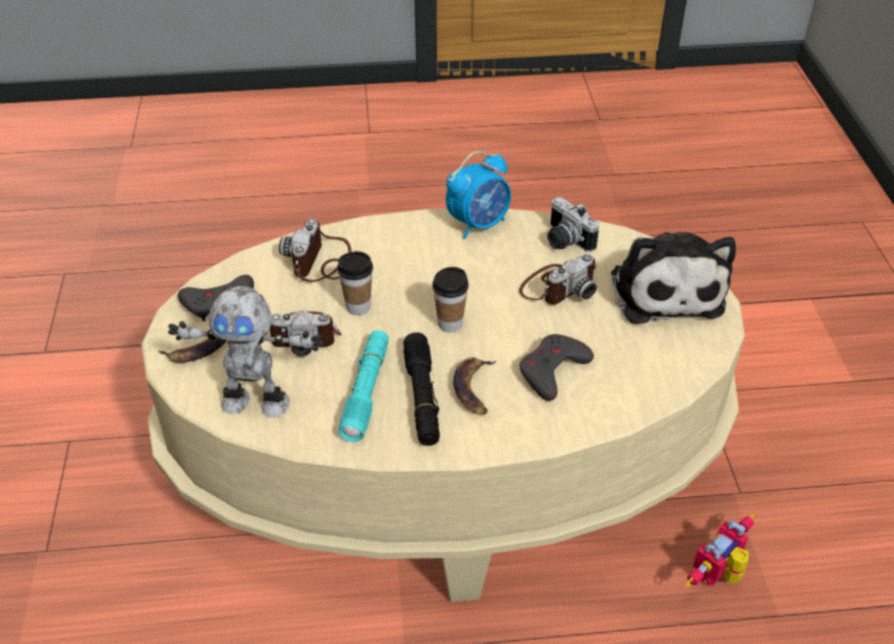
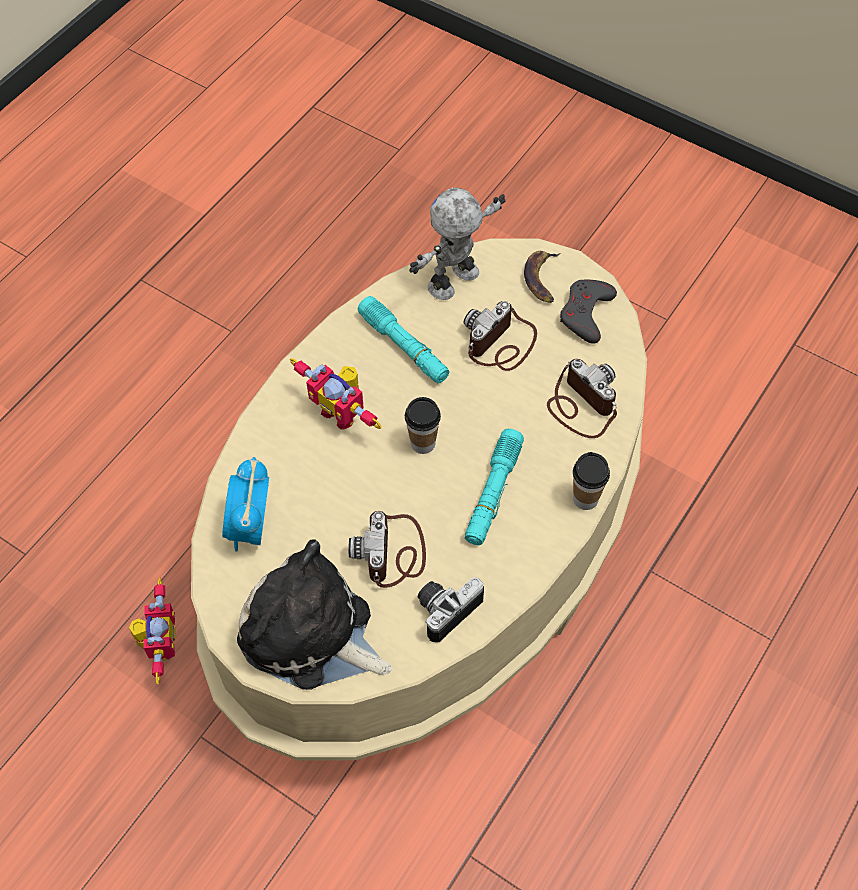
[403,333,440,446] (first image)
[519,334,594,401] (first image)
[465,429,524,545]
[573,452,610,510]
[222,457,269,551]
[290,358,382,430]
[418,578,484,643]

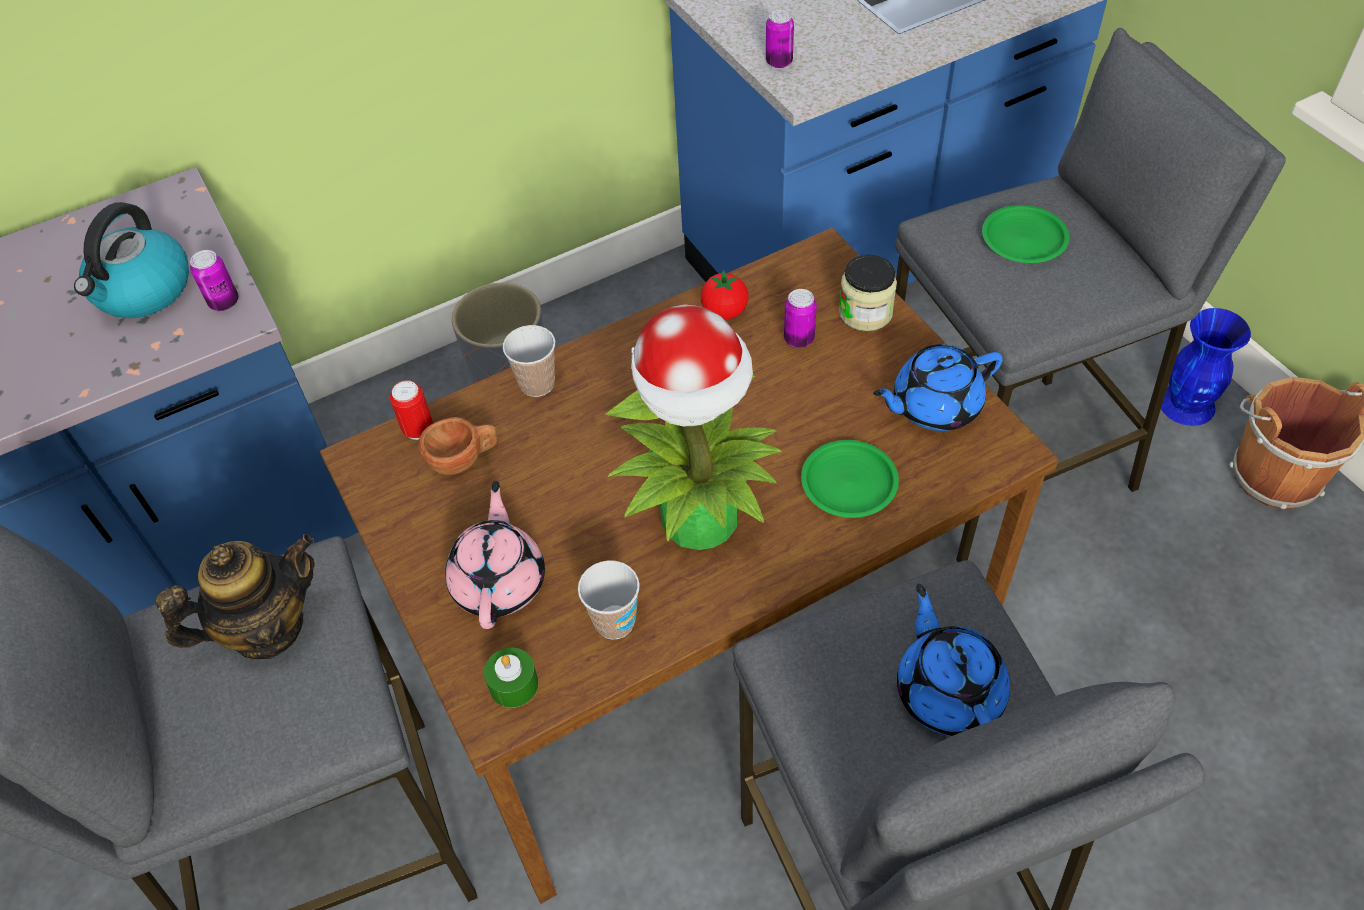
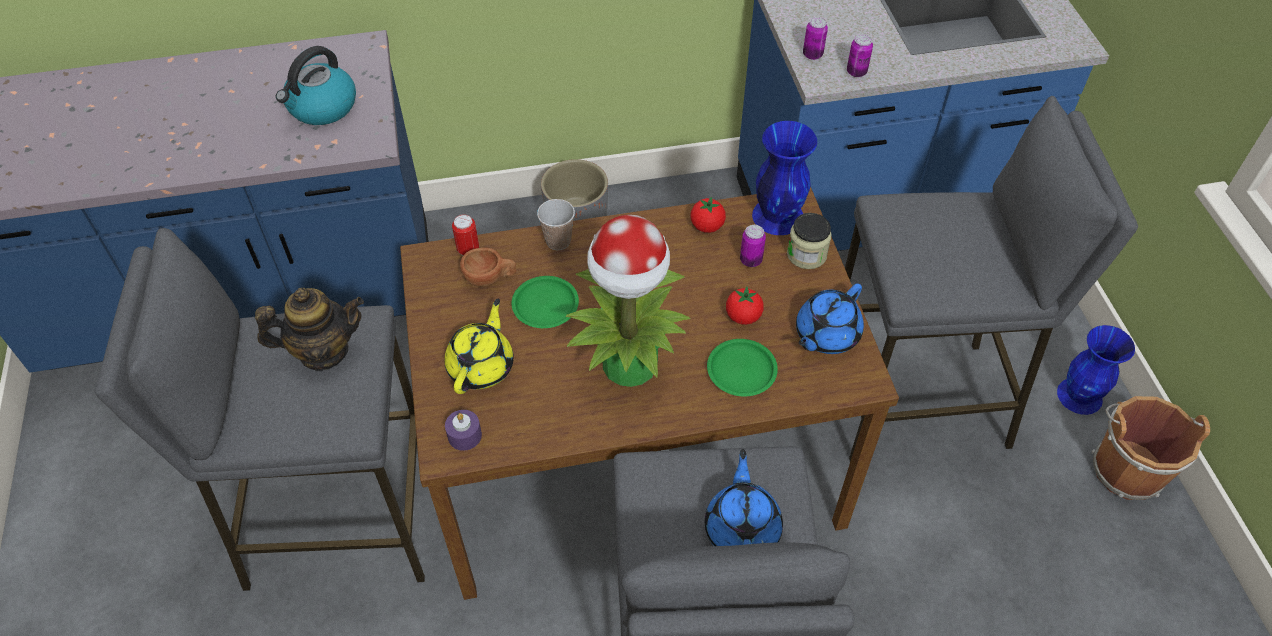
[578,561,640,639] (first image)
[726,287,764,325]
[752,121,817,235]
[847,34,873,77]
[511,276,579,328]
[444,298,514,394]
[445,410,482,451]
[796,283,864,354]

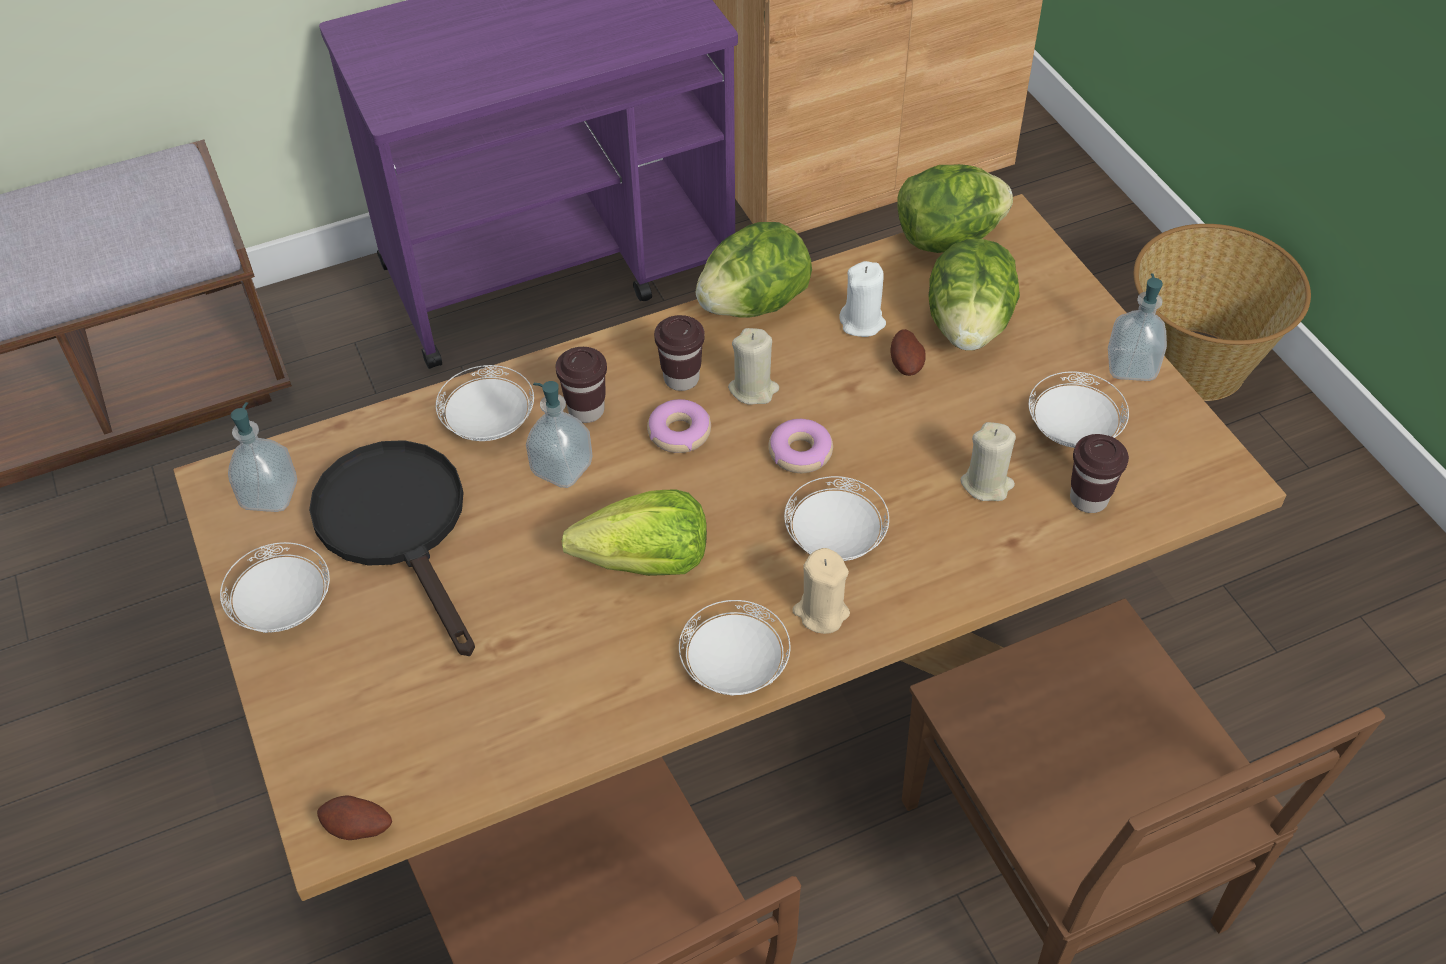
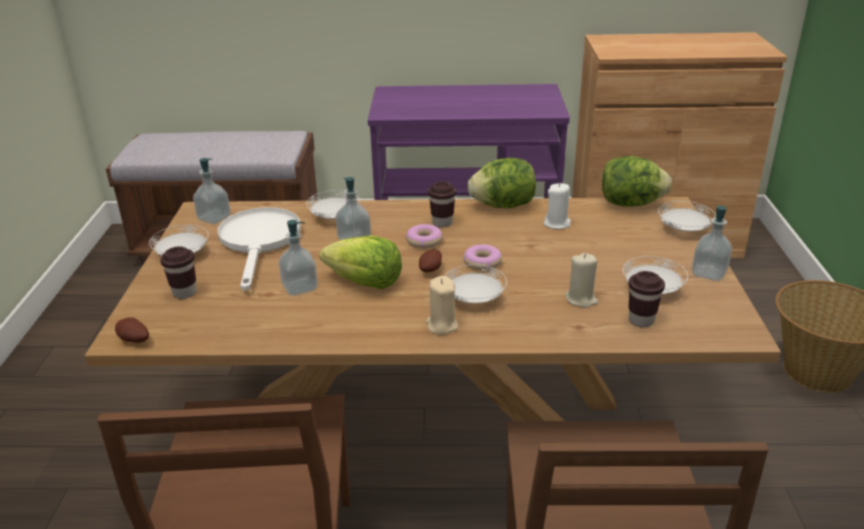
[728,328,779,405] (first image)
[928,239,1020,351] (first image)
[279,220,318,296]
[160,246,197,299]
[658,201,716,232]
[419,249,442,273]
[218,207,301,291]

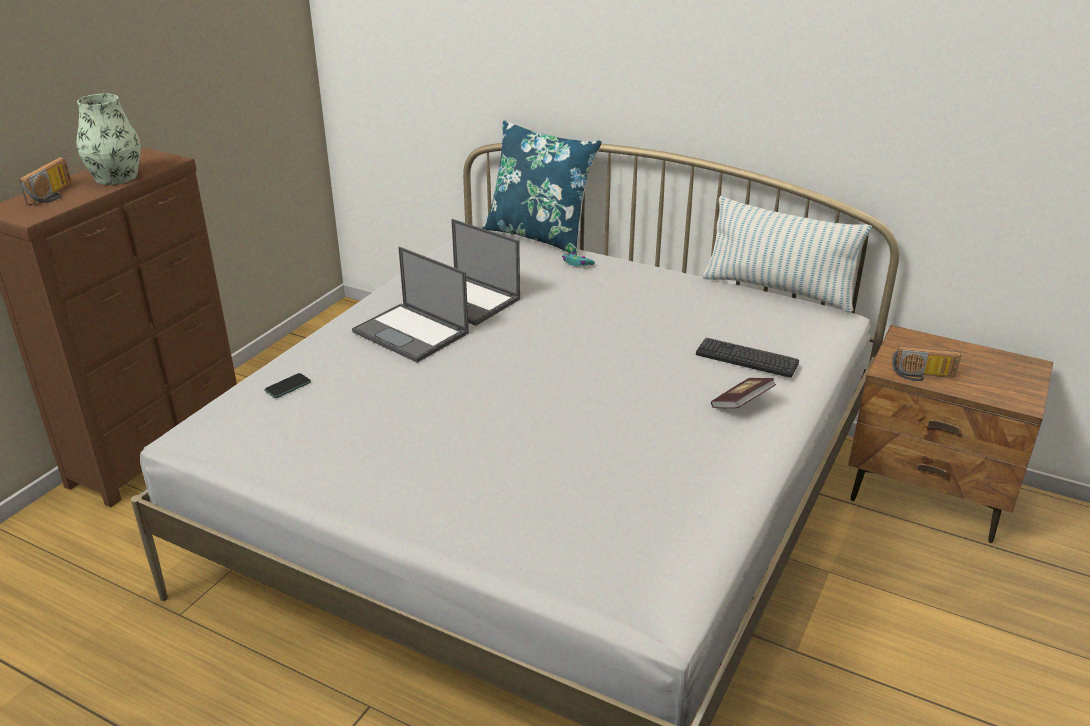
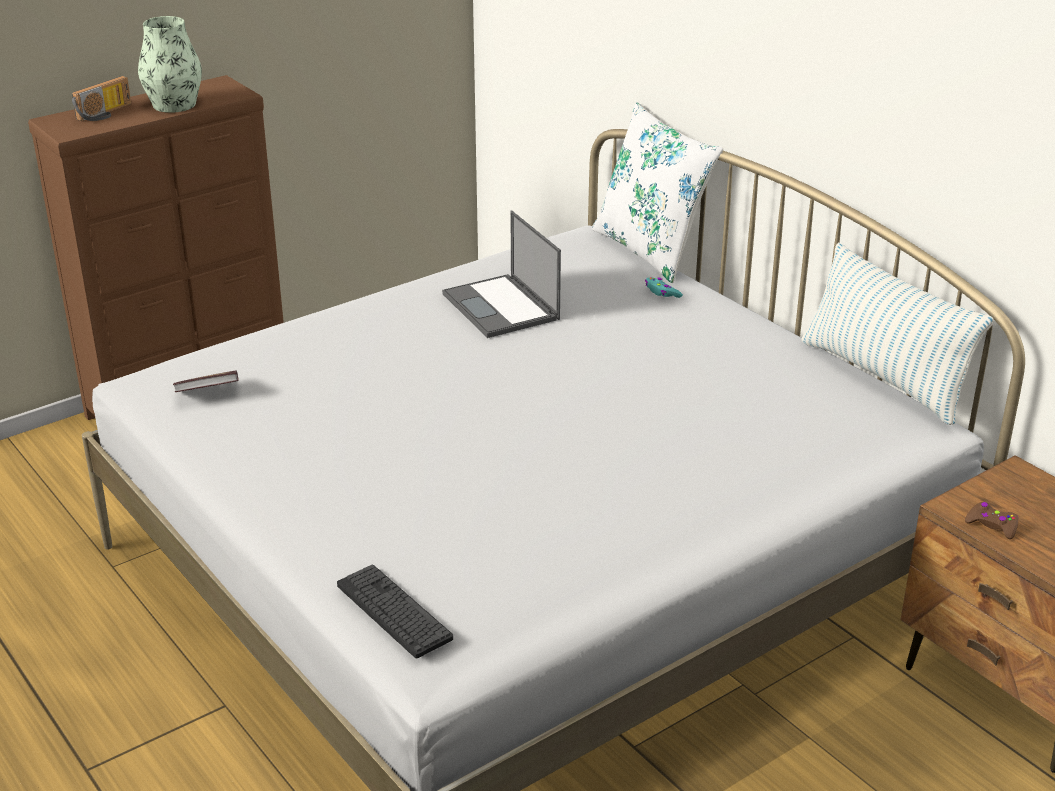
[264,373,311,398] (first image)
[352,247,469,363] (first image)
[337,565,453,658]
[173,370,239,392]
[965,502,1018,539]
[592,102,723,283]

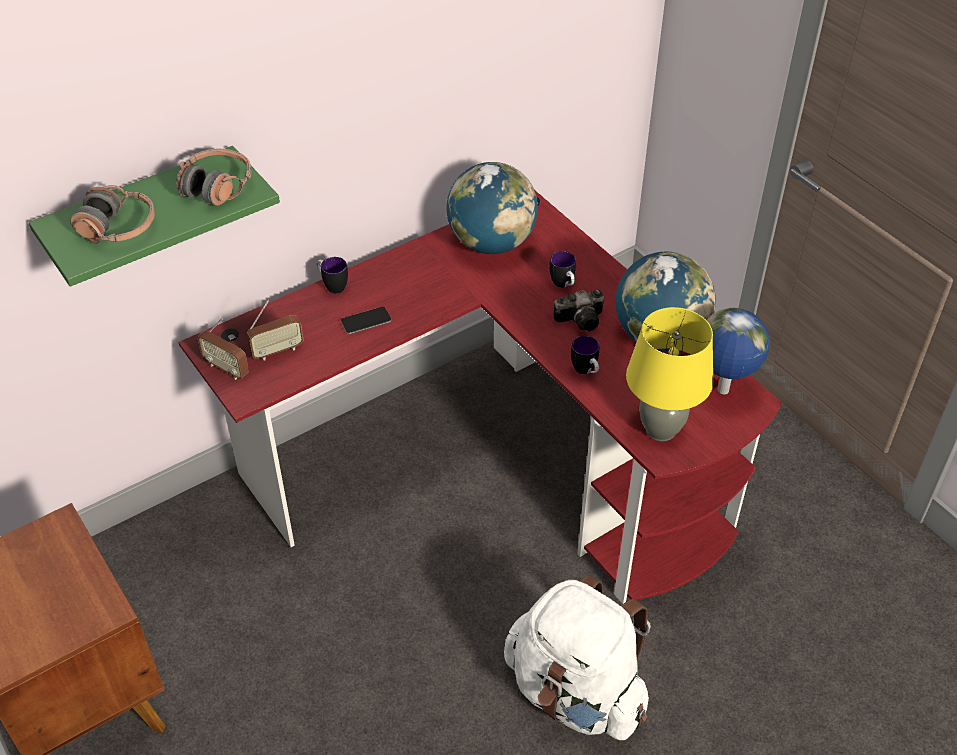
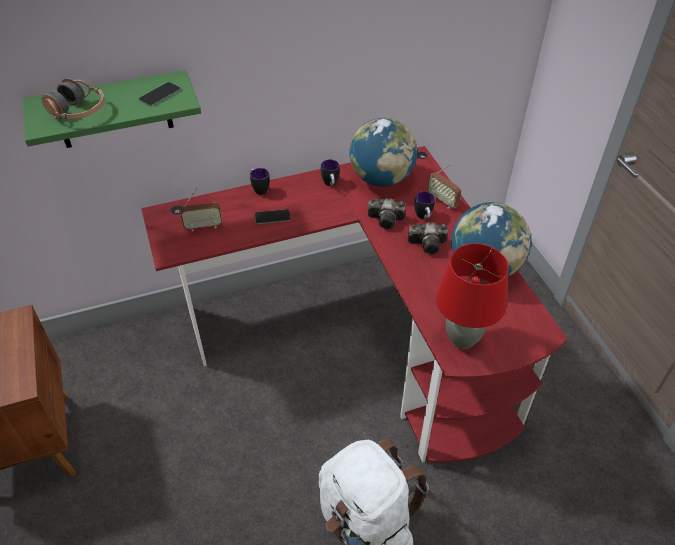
[707,308,770,395] (first image)
[368,198,406,229]
[427,163,461,209]
[321,160,340,186]
[139,82,181,106]
[436,243,509,350]

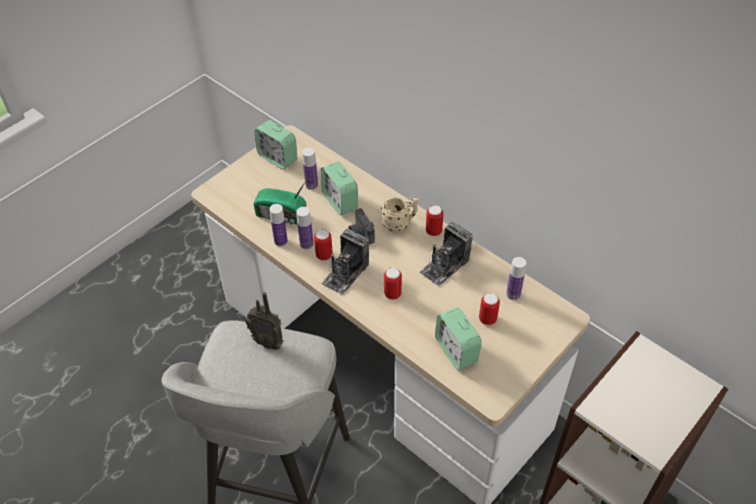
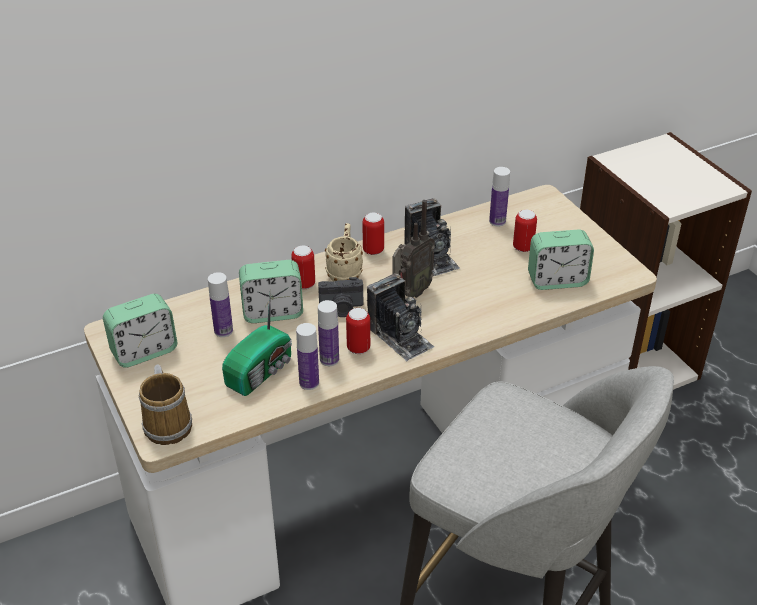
[139,364,192,445]
[392,200,435,298]
[291,246,315,289]

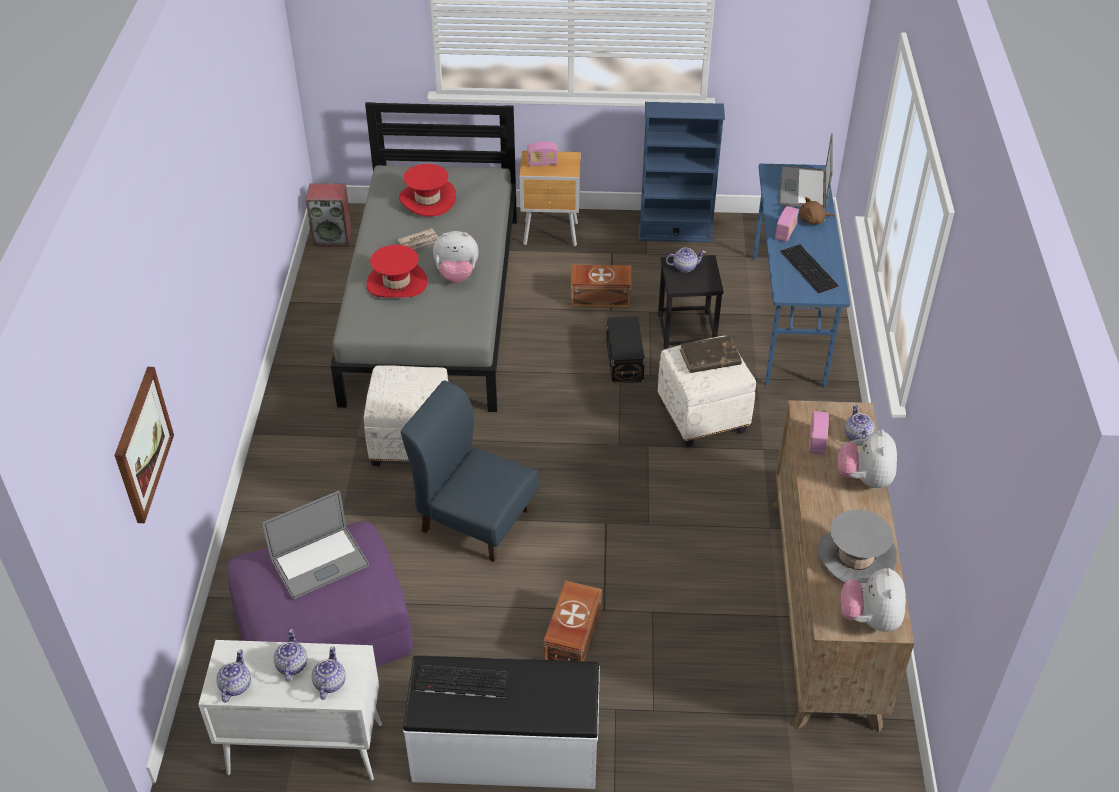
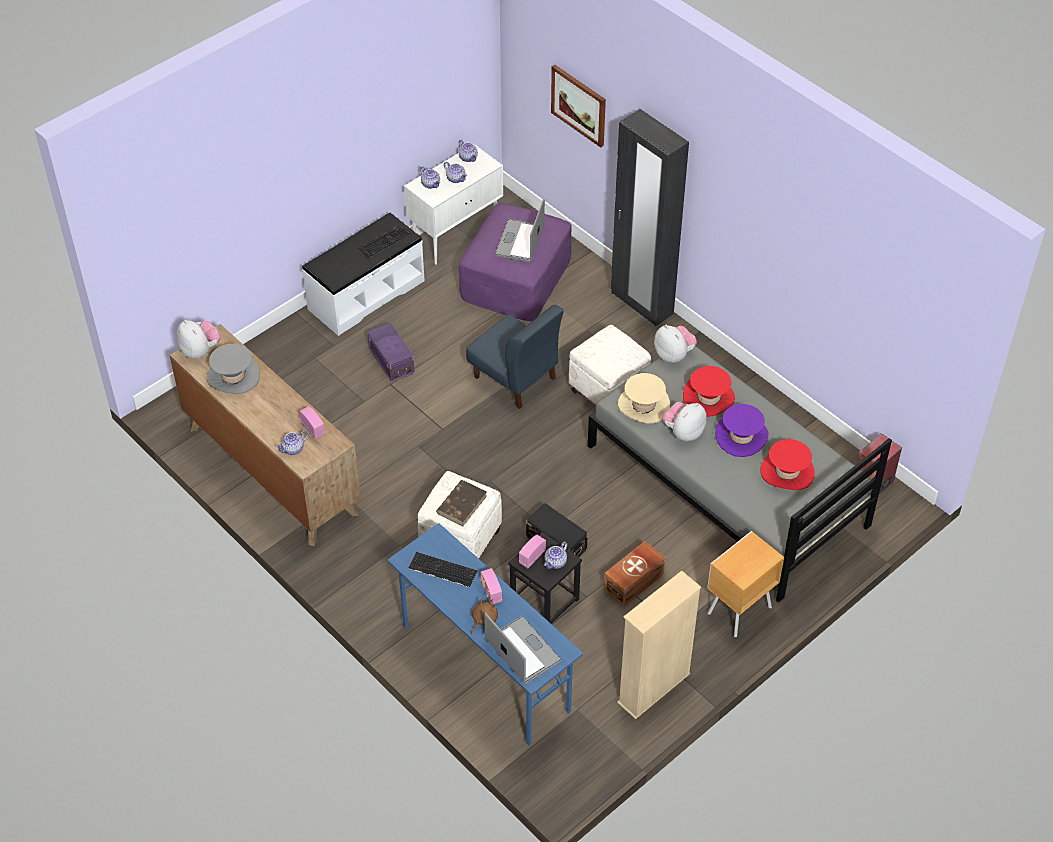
[611,109,689,326]
[618,373,670,423]
[519,535,546,568]
[654,325,697,363]
[715,404,769,457]
[367,322,415,383]
[617,570,701,719]
[466,304,564,409]
[276,431,308,455]

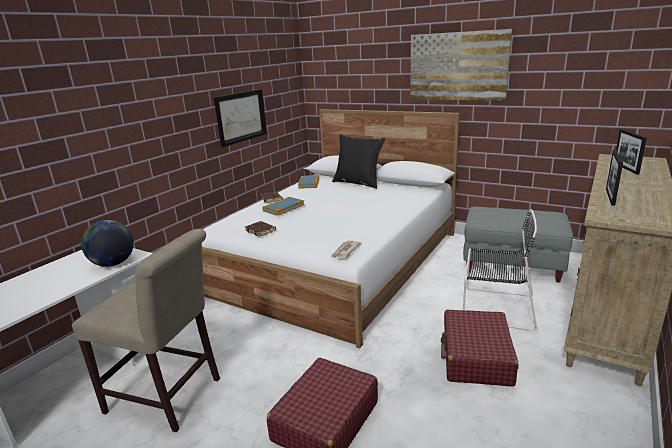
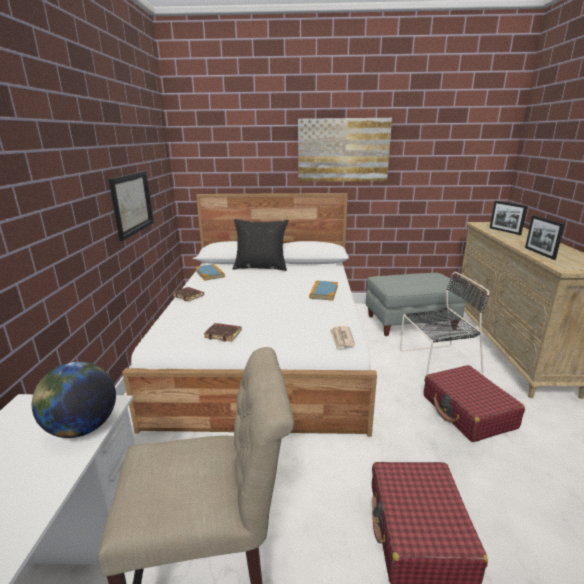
[309,280,338,301]

